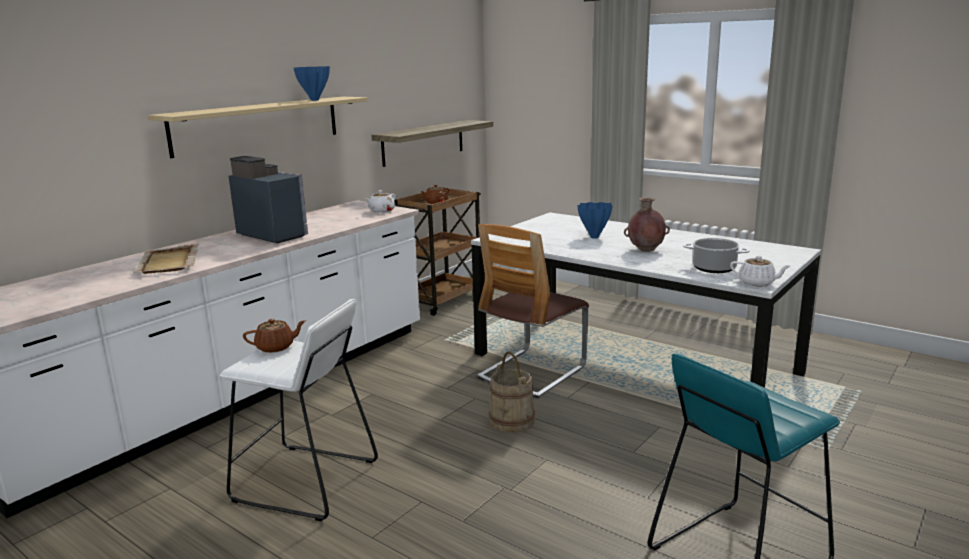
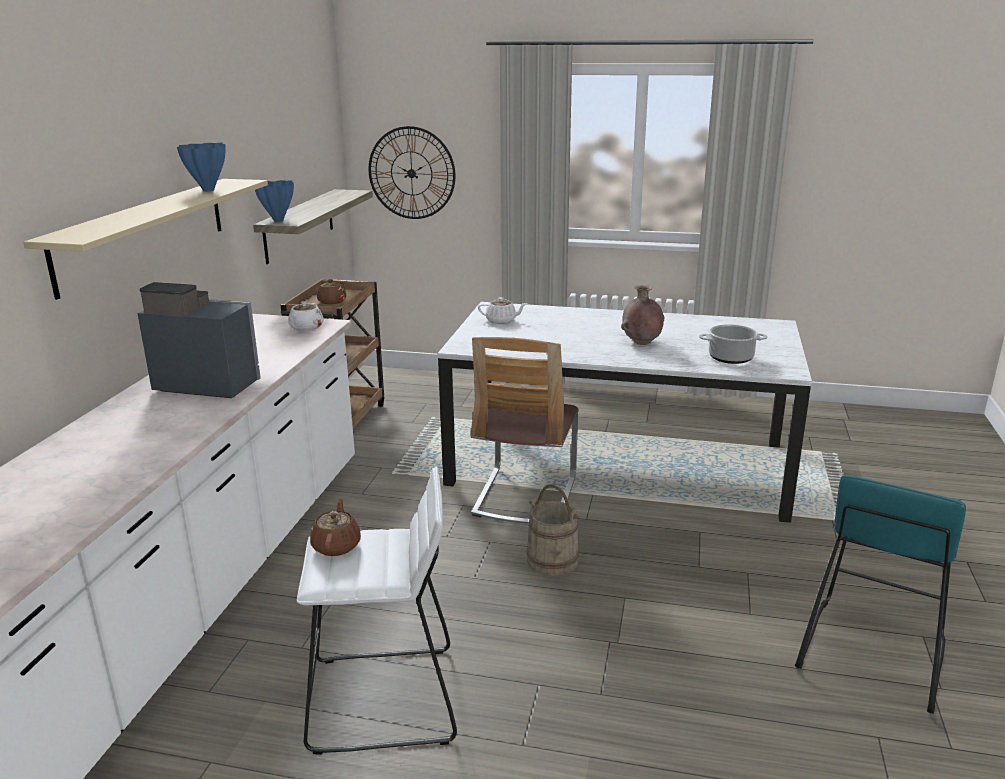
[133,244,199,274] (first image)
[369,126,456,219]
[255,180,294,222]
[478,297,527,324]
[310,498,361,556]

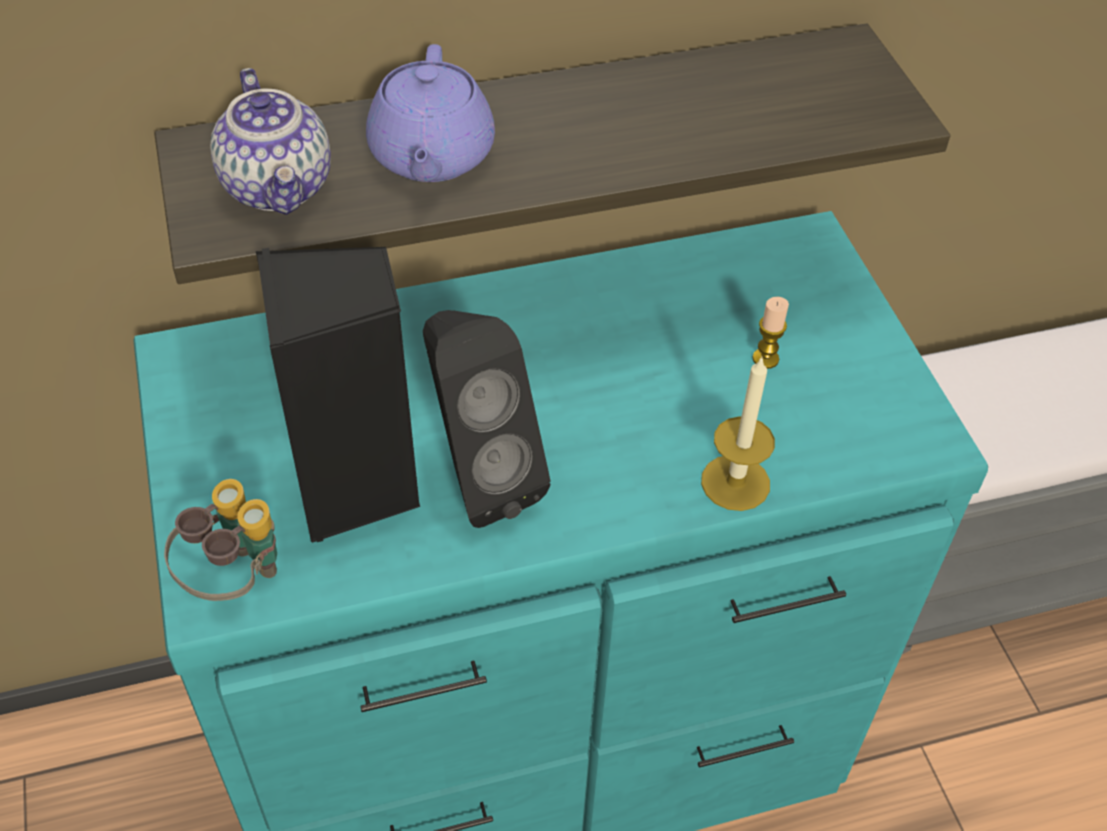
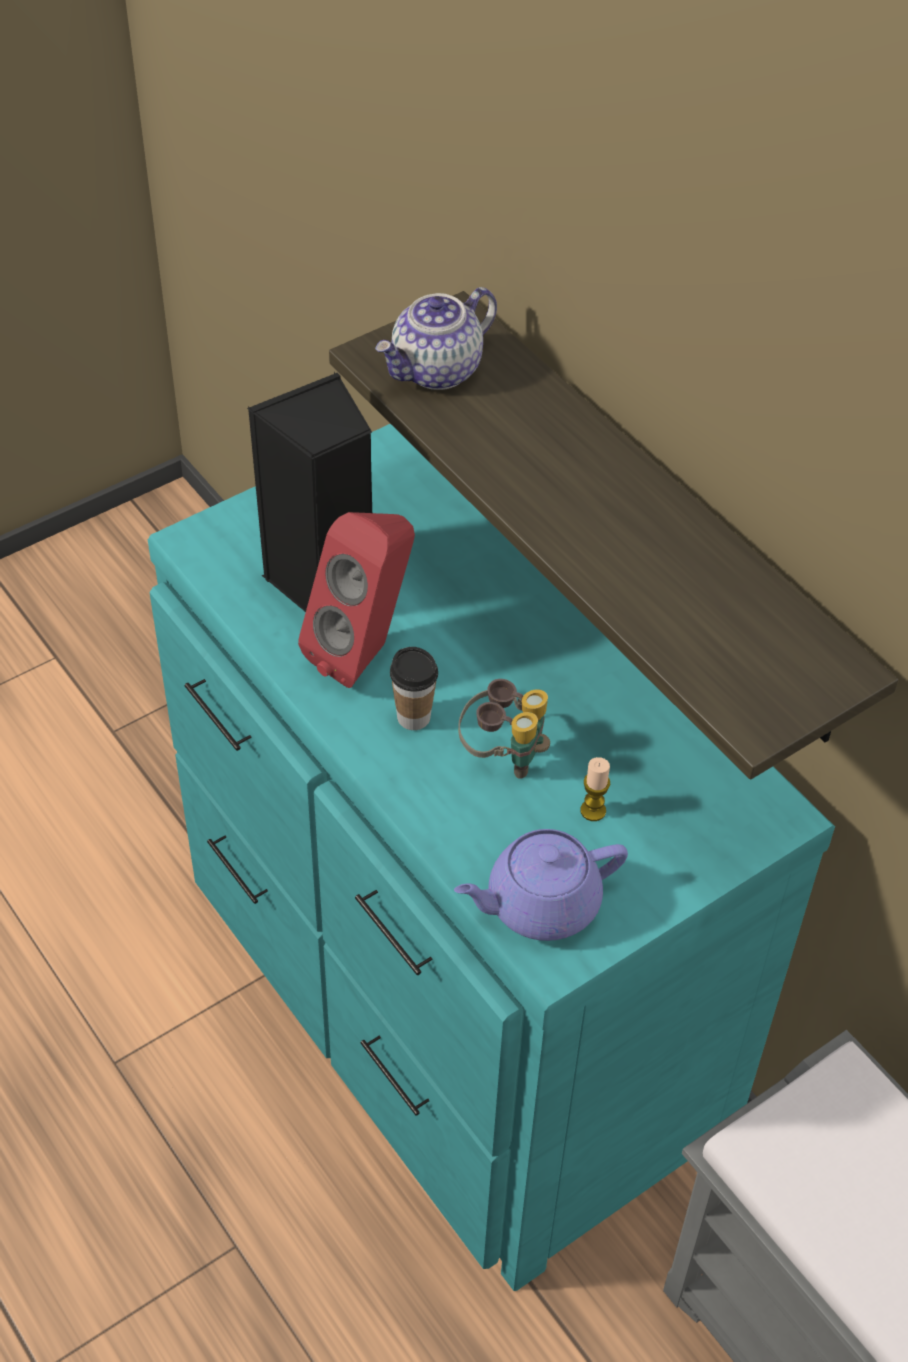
[701,356,775,511] (first image)
[390,647,438,730]
[458,679,550,779]
[454,829,628,941]
[298,512,415,688]

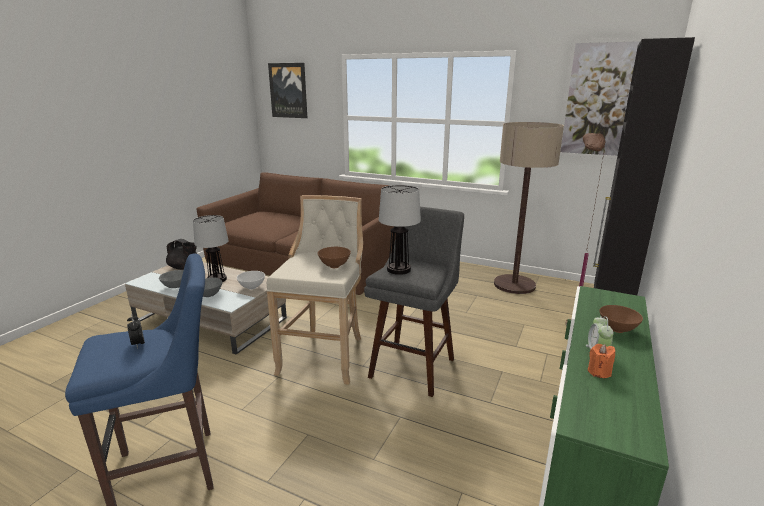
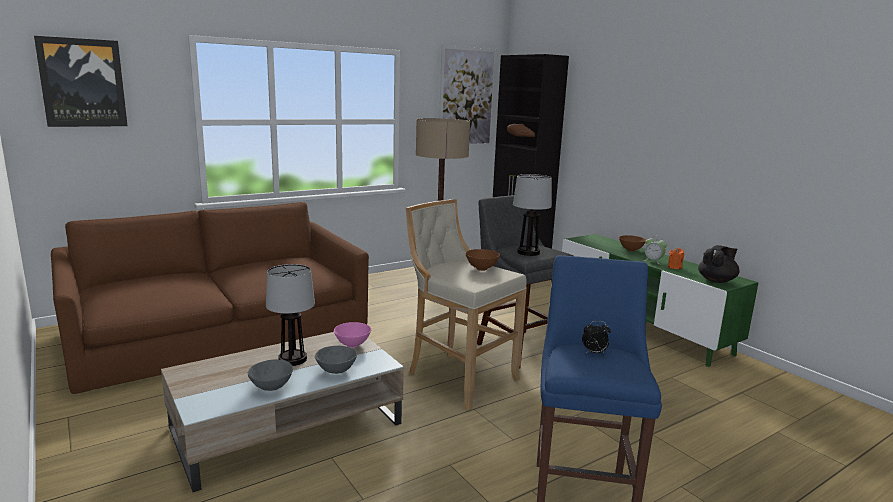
[698,245,740,283]
[334,322,371,348]

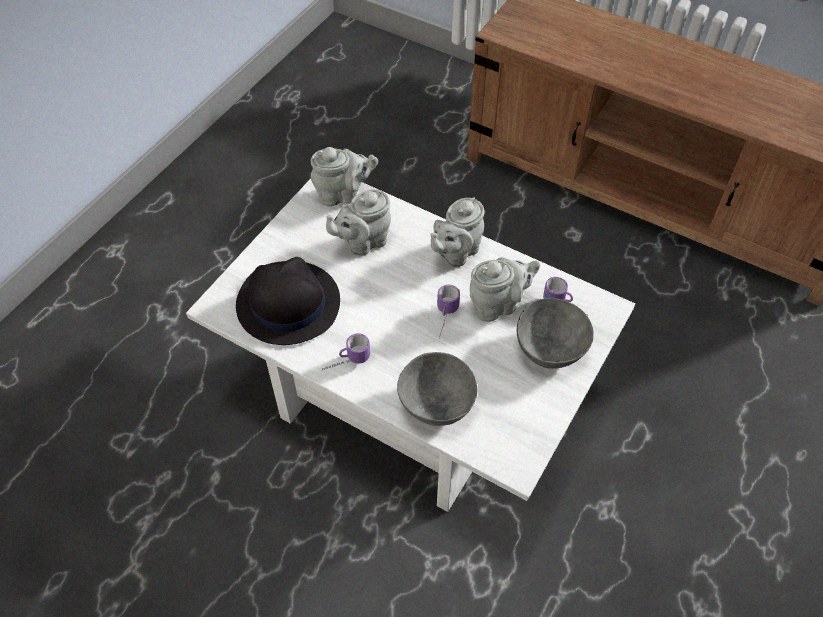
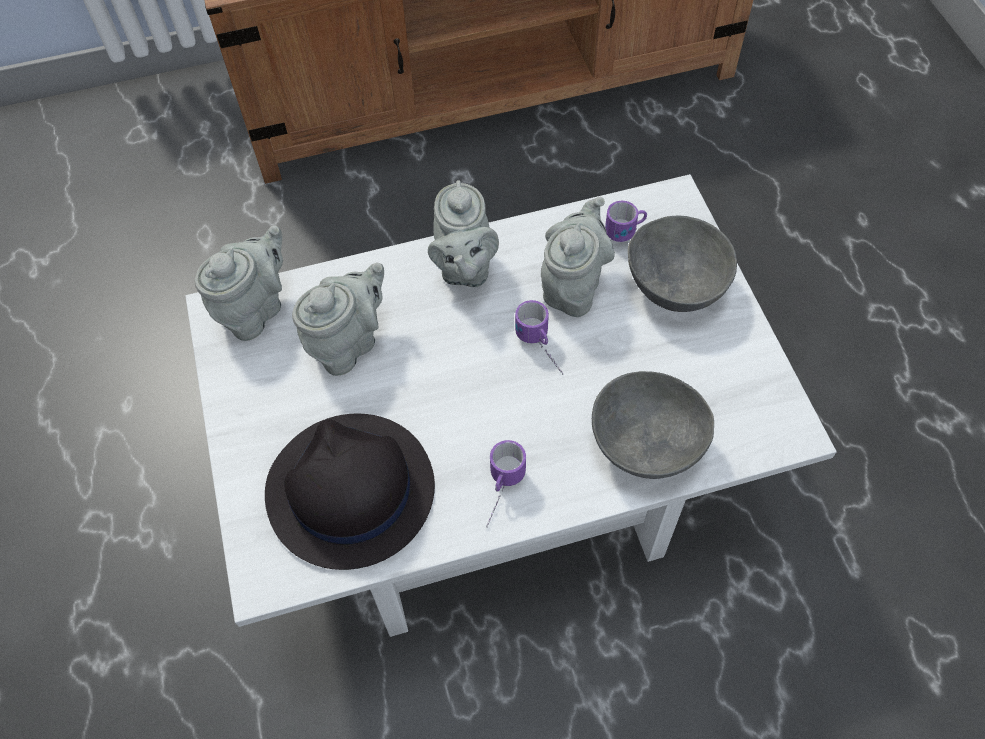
[292,263,384,376]

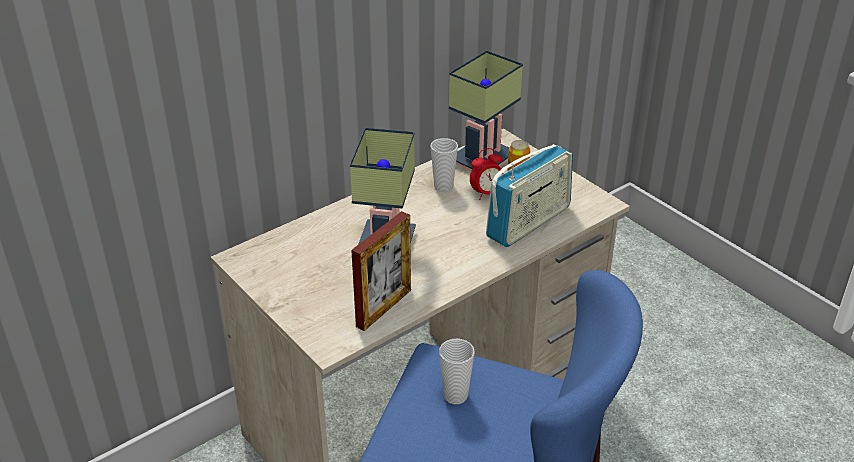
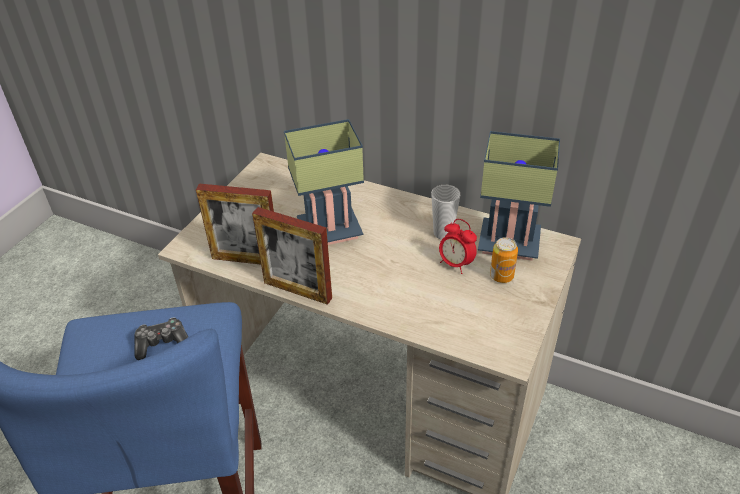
[486,144,573,247] (first image)
[252,207,332,305]
[135,317,188,360]

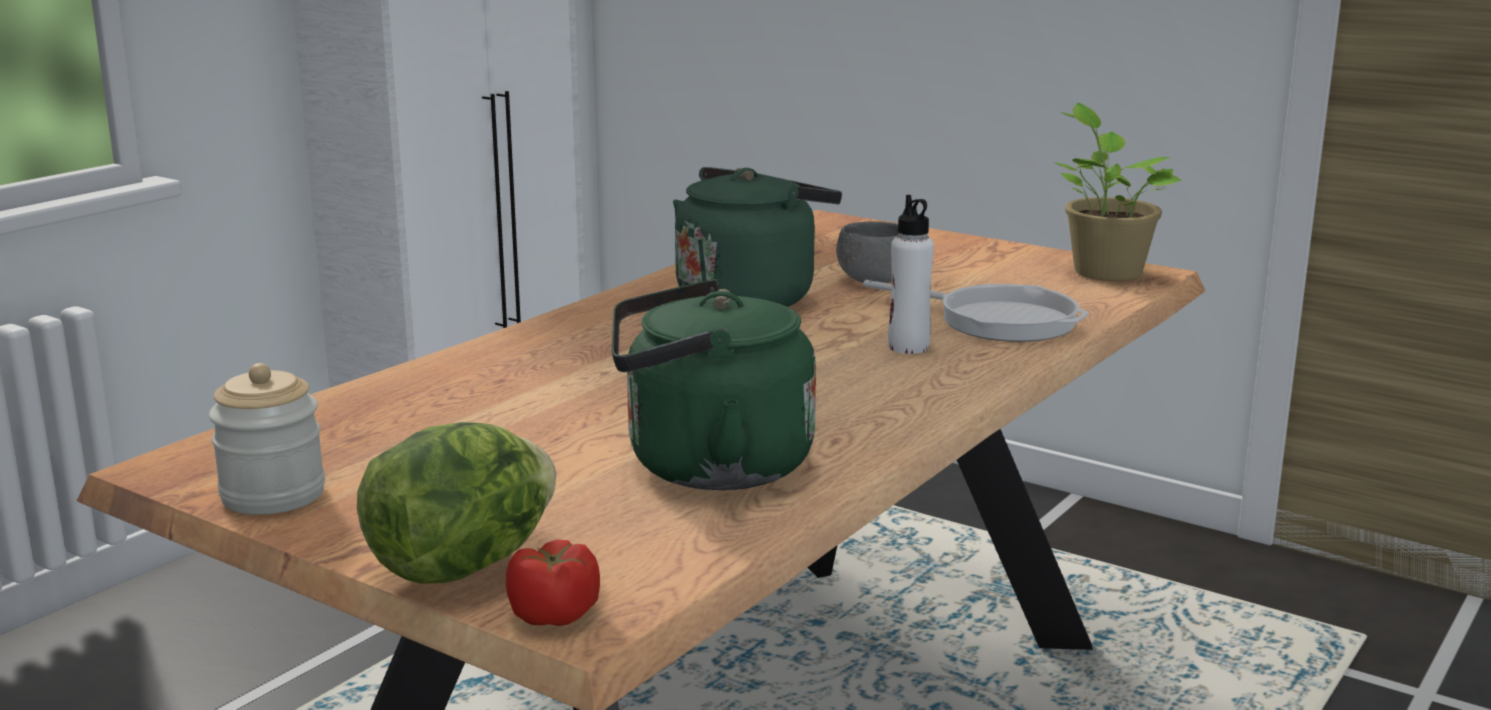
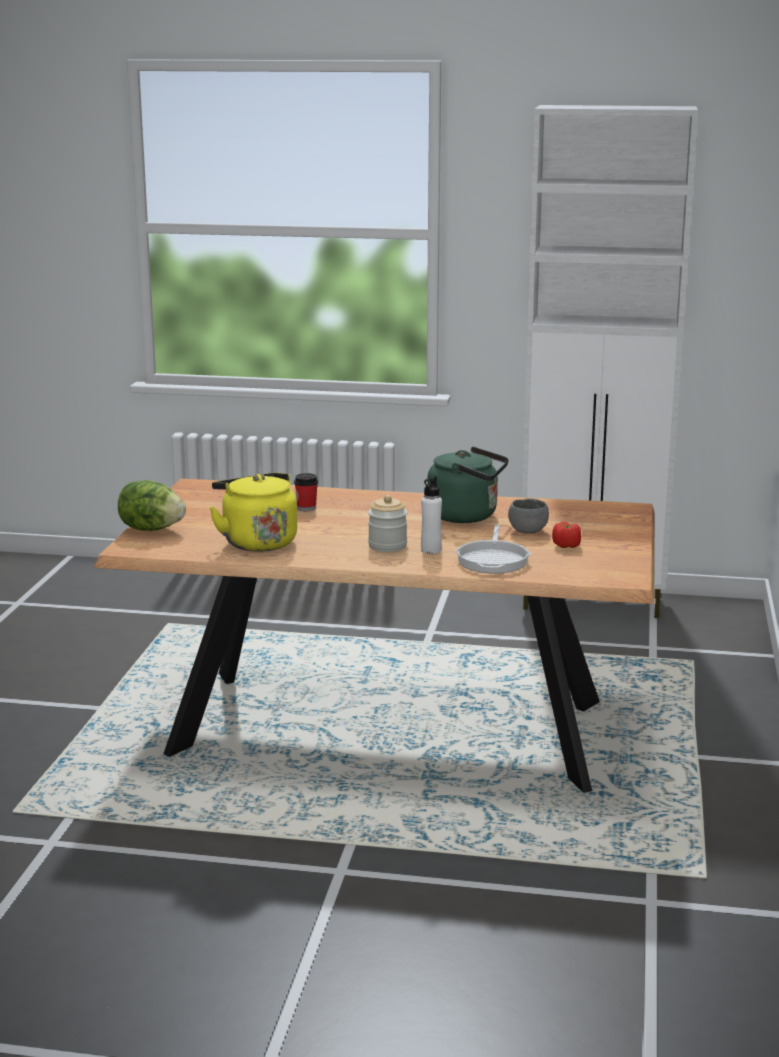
[1055,103,1181,281] (first image)
[294,473,318,511]
[368,495,407,552]
[552,522,581,548]
[210,473,297,552]

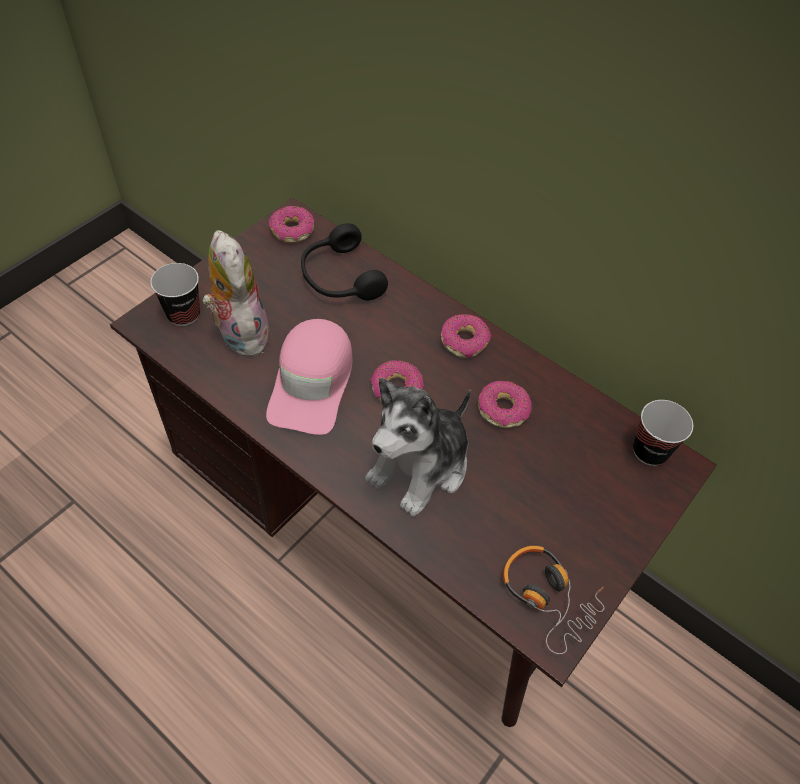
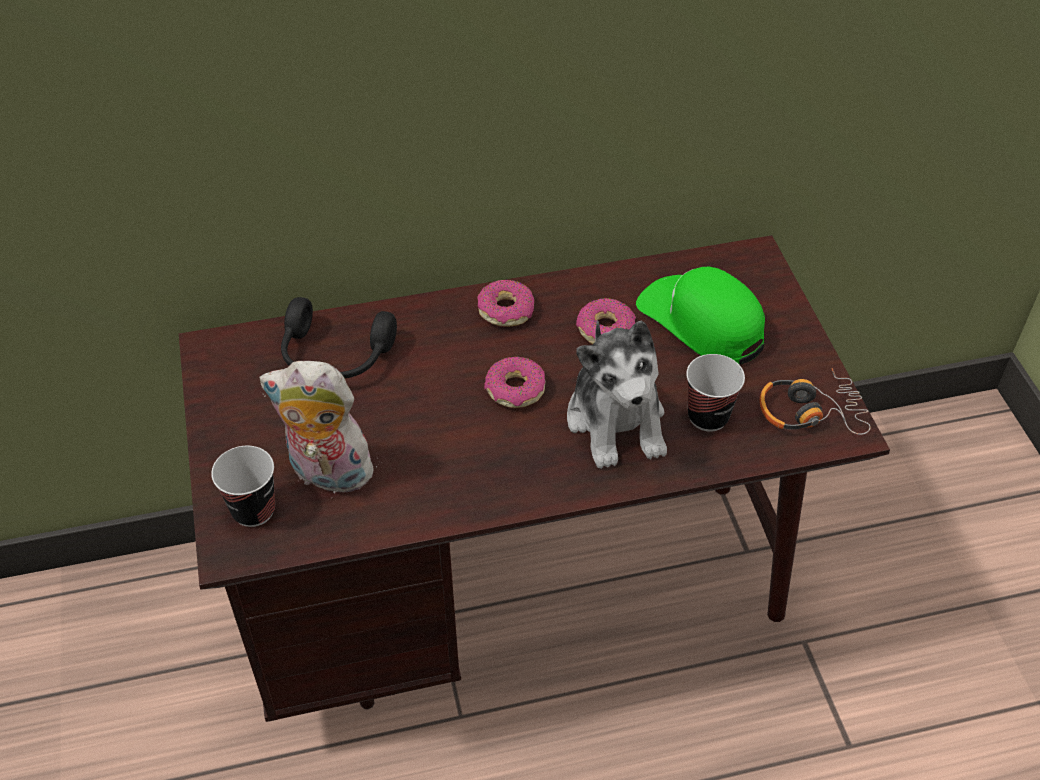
[266,319,353,435] (first image)
[269,206,314,243] (first image)
[636,267,765,365]
[686,354,745,432]

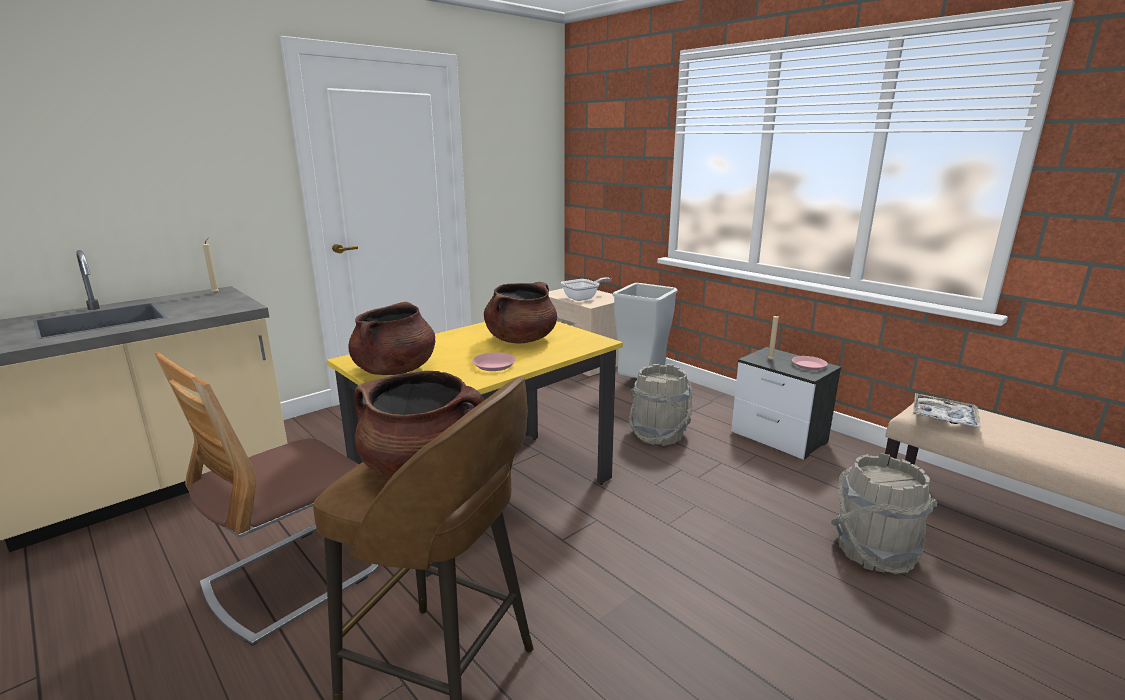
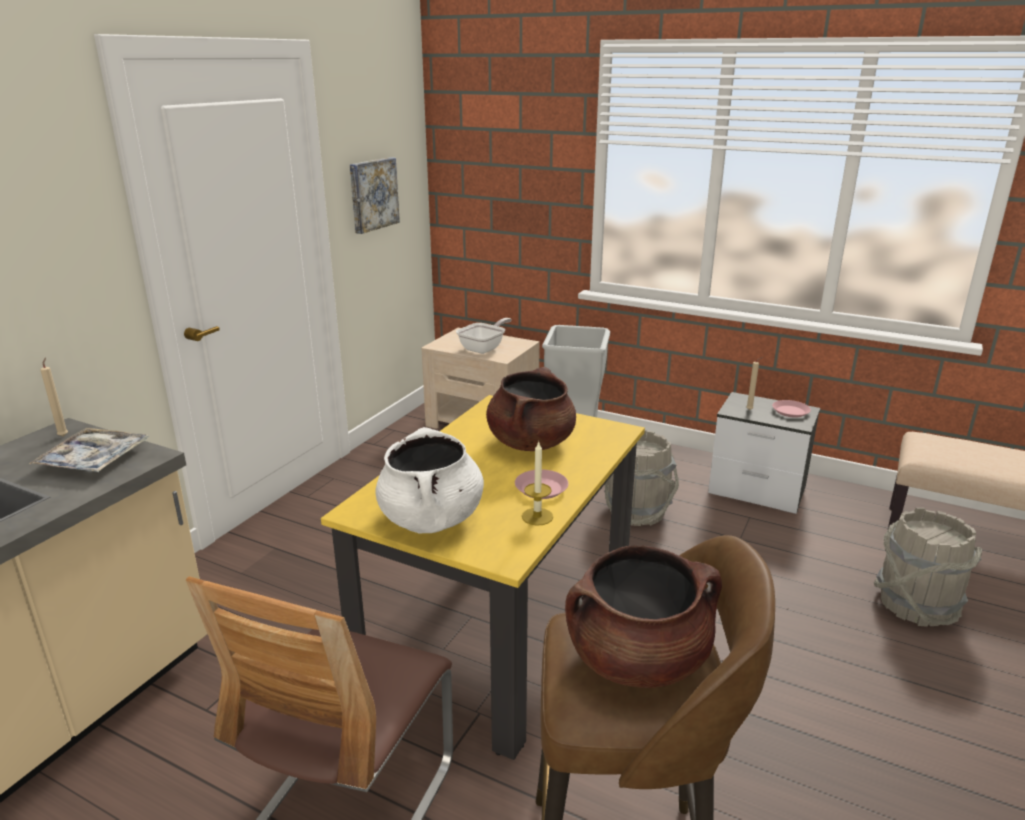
[350,157,400,234]
[522,441,553,526]
[29,428,149,472]
[375,427,484,533]

